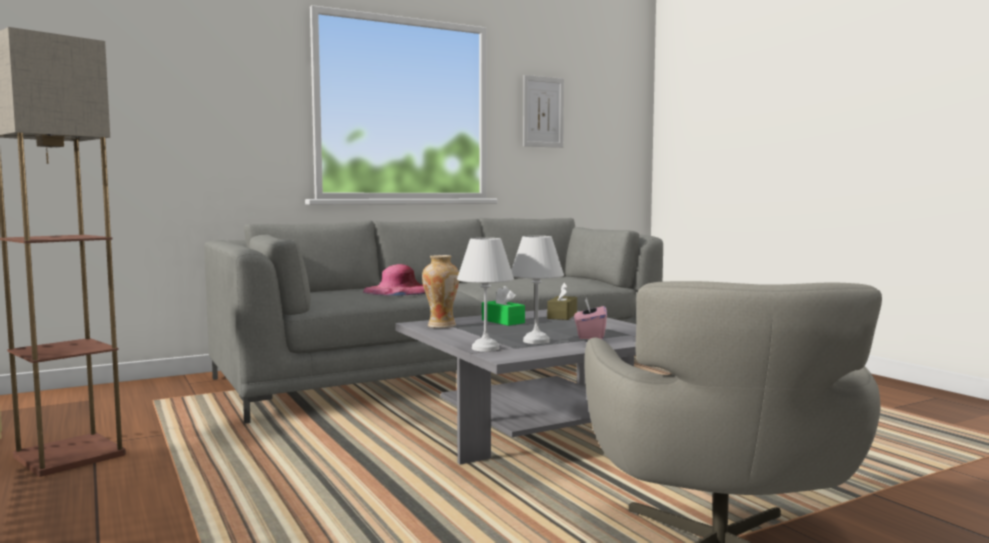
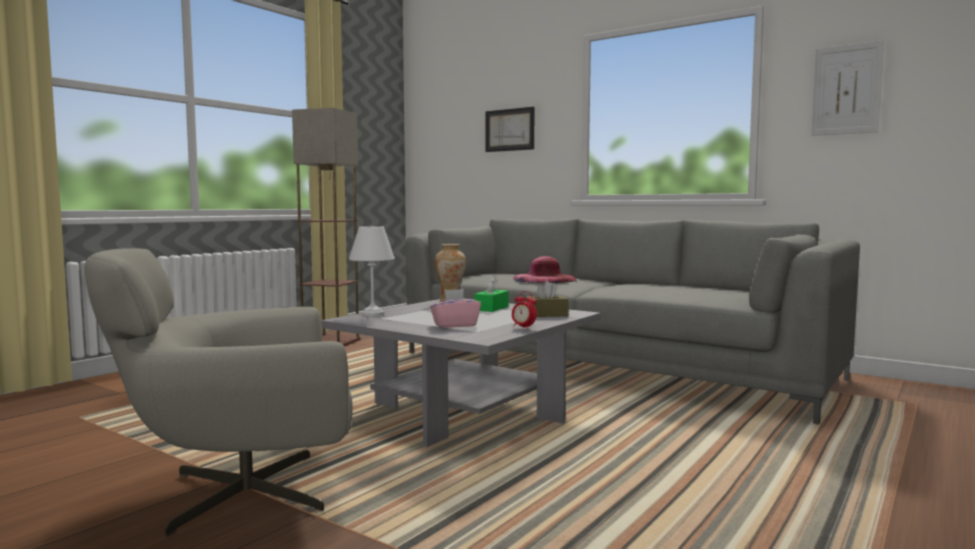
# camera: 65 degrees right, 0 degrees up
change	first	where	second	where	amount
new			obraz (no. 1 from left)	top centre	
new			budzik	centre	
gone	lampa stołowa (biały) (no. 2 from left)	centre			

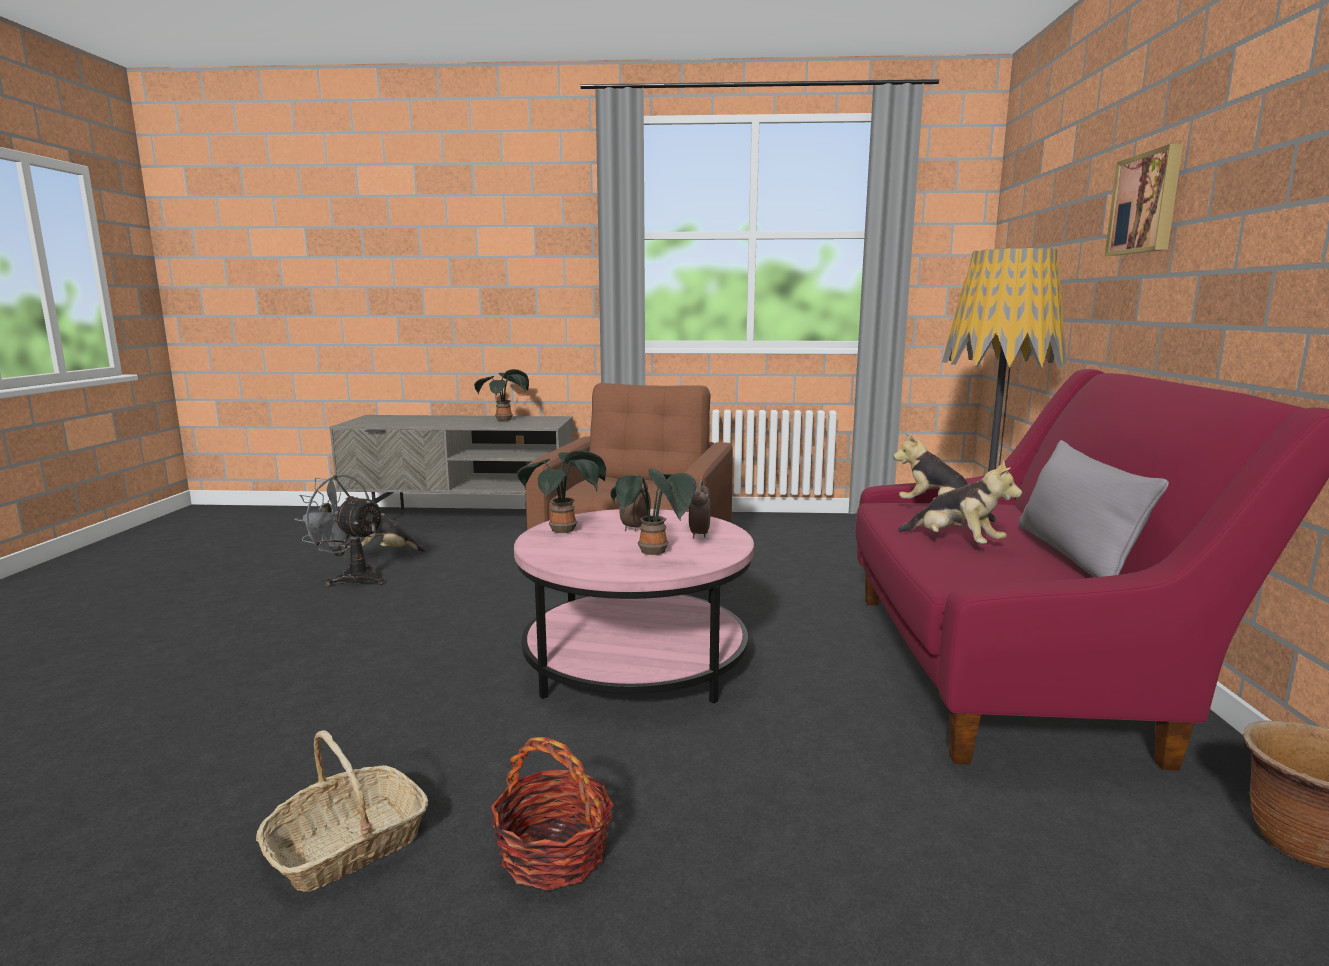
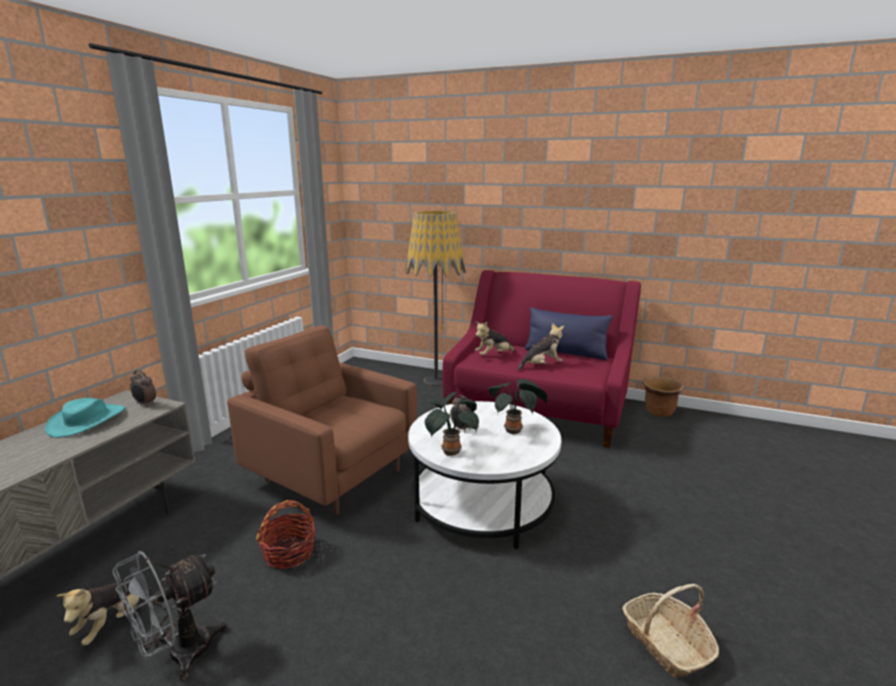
# camera: 70 degrees left, 5 degrees up
change	first	where	second	where	amount
swapped	roślina doniczkowa (no. 1 from left)	centre	kapelusz (turkusowy)	middle left	
shifted	budzik (no. 2 from left in the first image)	centre	budzik (no. 1 from left)	middle left	
shifted	koszyk (no. 2 from left in the first image)	bottom centre	koszyk (no. 1 from left)	bottom left	
repainted	ława (różowy)	centre	ława (biały)	bottom centre	
repainted	poduszka (szary)	middle right	poduszka (niebieski)	centre	
gone	obraz	top right			

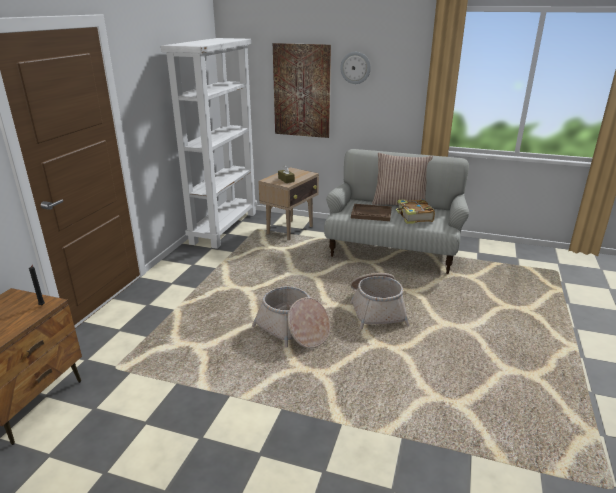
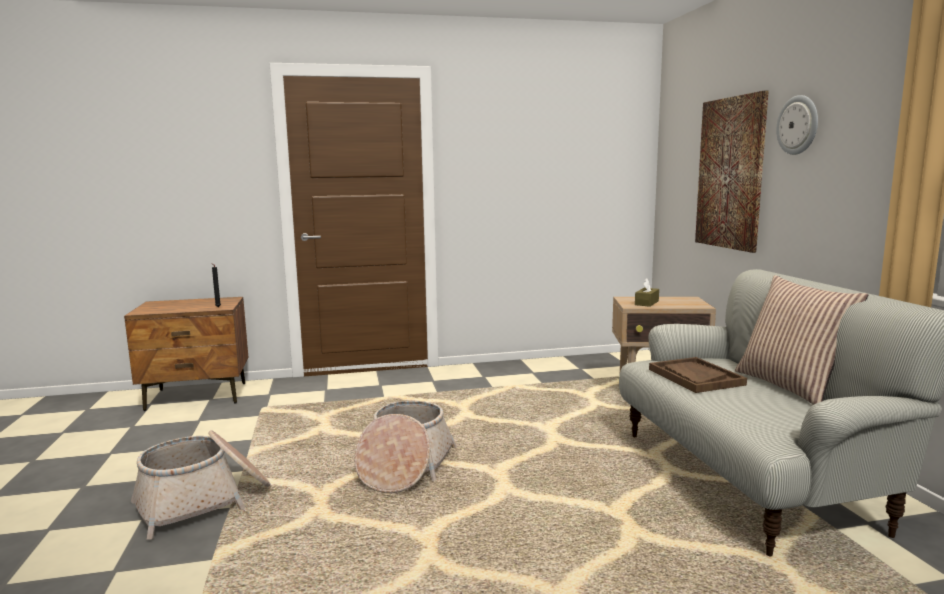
# camera: 60 degrees right, 15 degrees down
change	first	where	second	where	amount
shifted	koszyk (no. 2 from left in the first image)	centre	koszyk (no. 1 from left)	bottom left	
gone	regał (biały)	top centre			
gone	książka	middle right			

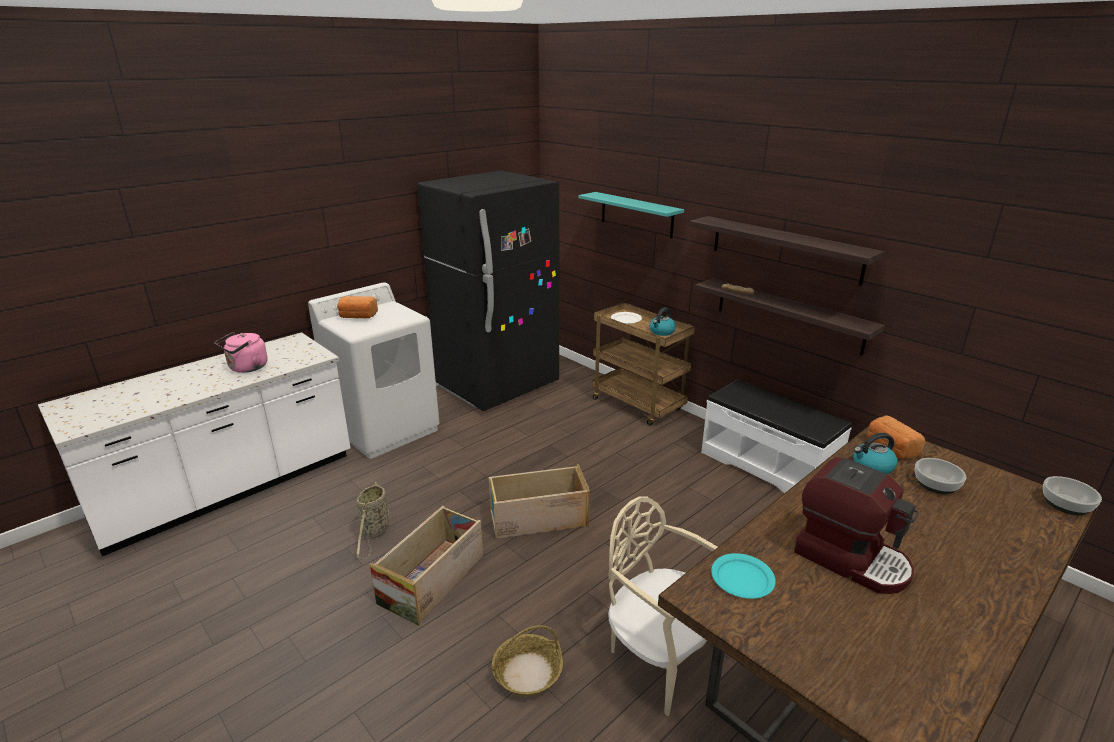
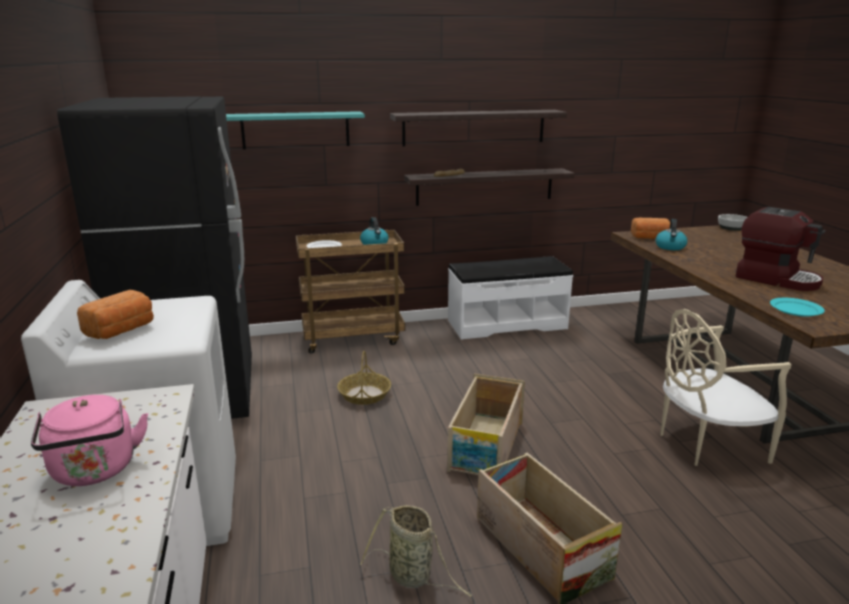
# camera: 60 degrees left, 5 degrees down
change	first	where	second	where	amount
shifted	koszyk (no. 2 from left in the first image)	bottom centre	koszyk (no. 1 from left)	centre	
rotated	ekspres do kawy	bottom right		middle right	60 degrees clockwise
gone	miska (no. 1 from left)	middle right			

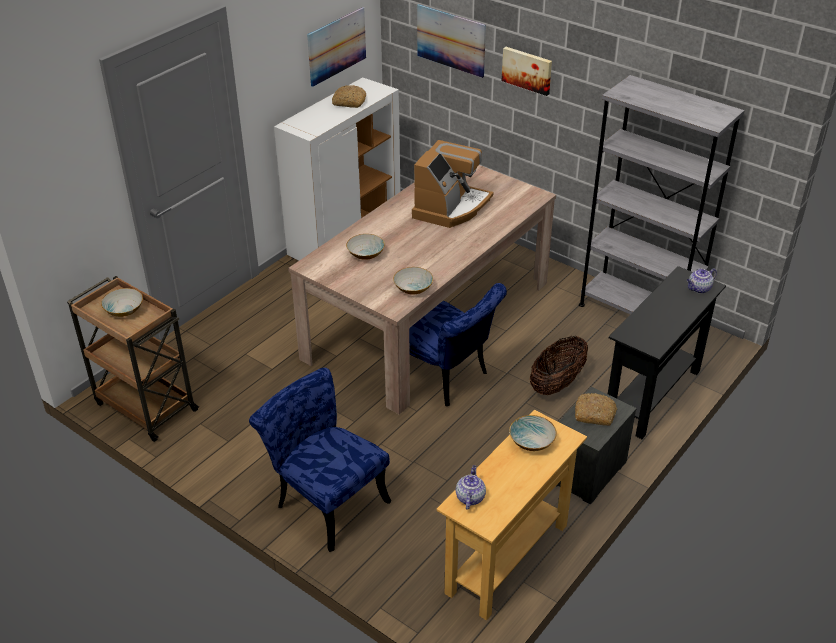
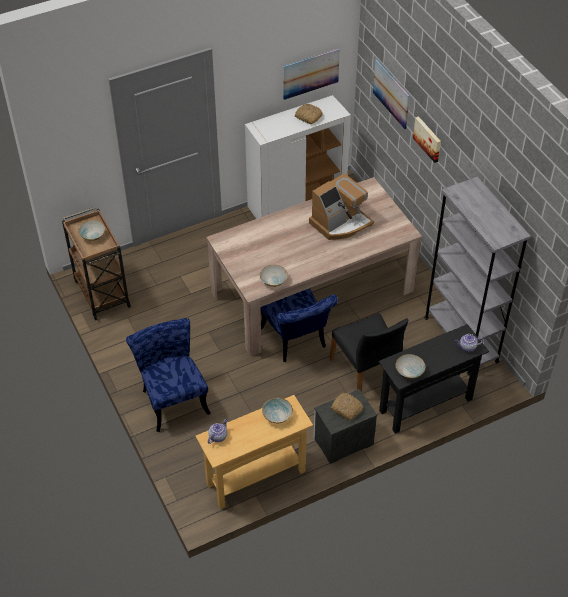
# camera: 25 degrees right, 10 degrees up
change	first	where	second	where	amount
swapped	koszyk	middle right	krzesło (czarny)	centre	
shifted	miska (no. 2 from left in the first image)	centre	miska (no. 4 from left)	middle right	

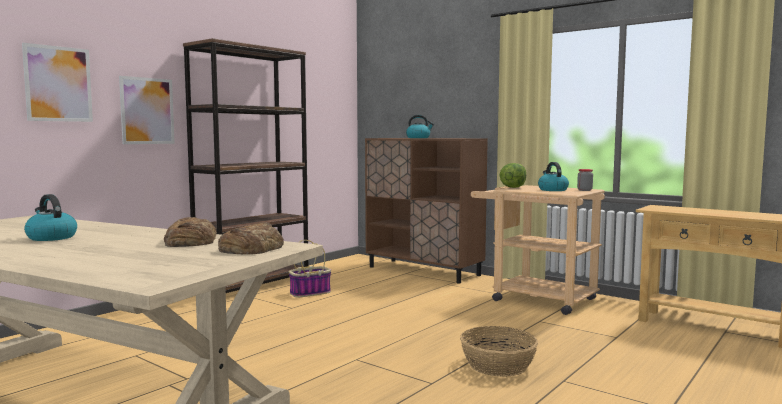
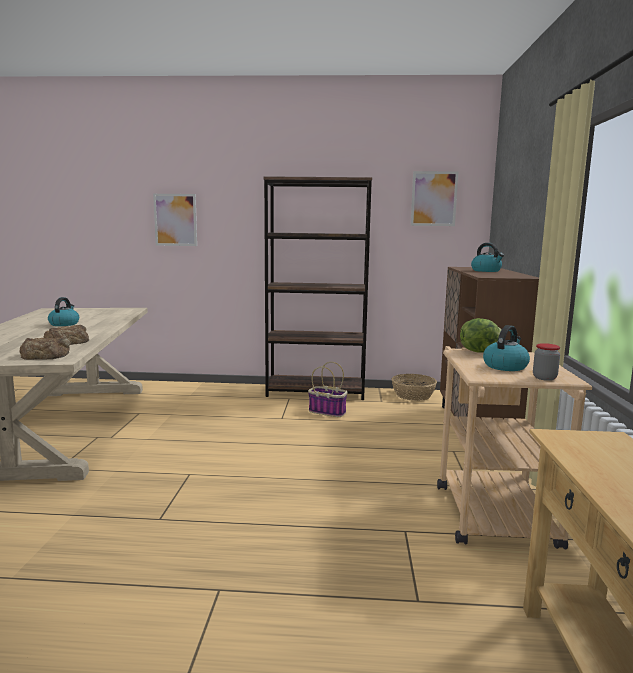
# camera: 55 degrees right, 5 degrees up
change	first	where	second	where	amount
shifted	koszyk (no. 2 from left)	bottom centre		centre	
shifted	obraz (no. 2 from left)	top left		top right	

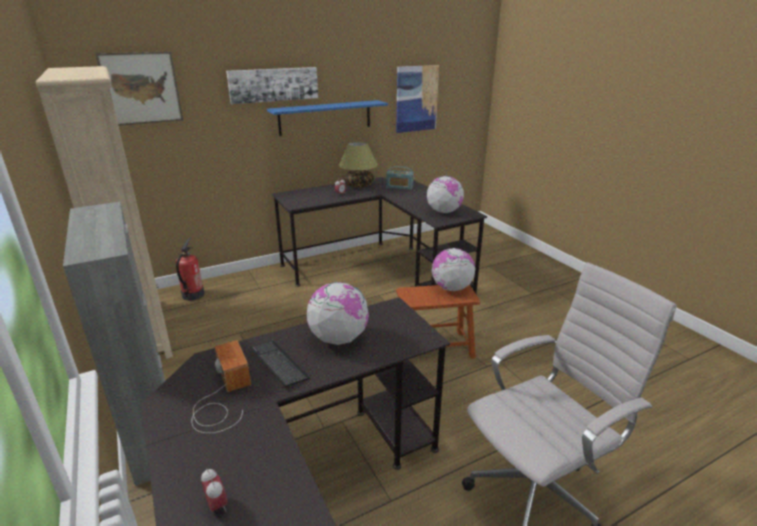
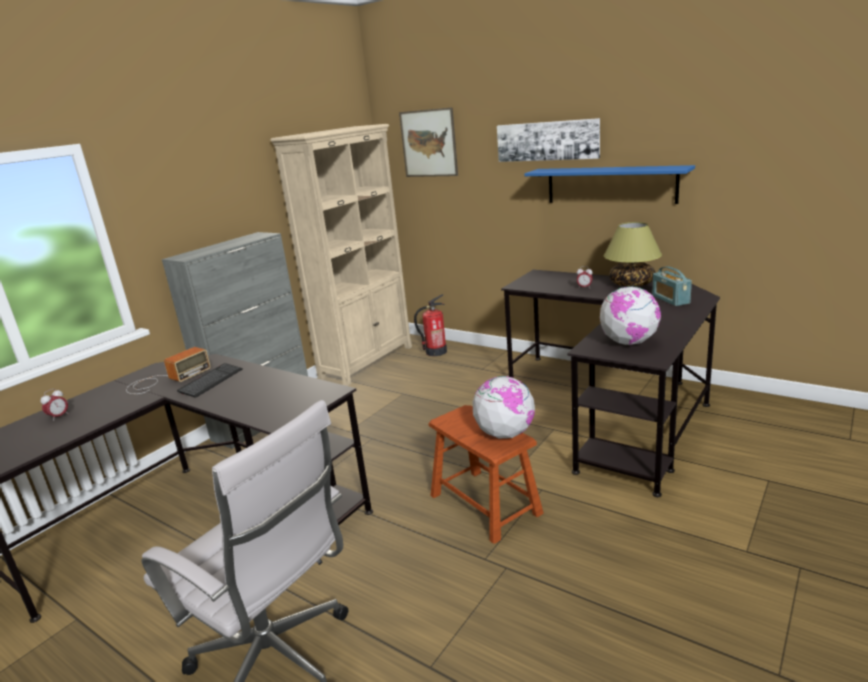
# camera: 65 degrees right, 5 degrees down
change	first	where	second	where	amount
gone	globus (no. 1 from left)	centre			
gone	obraz (no. 3 from left)	top centre			

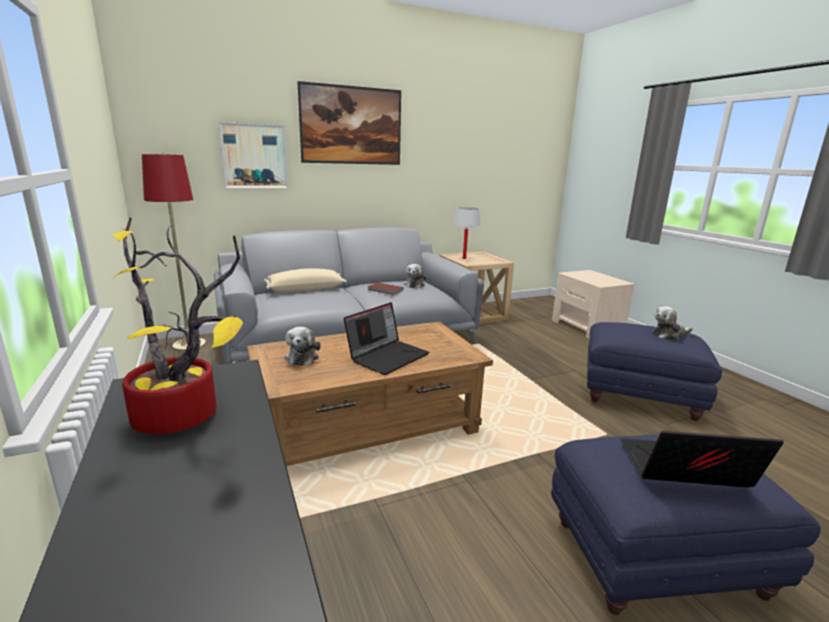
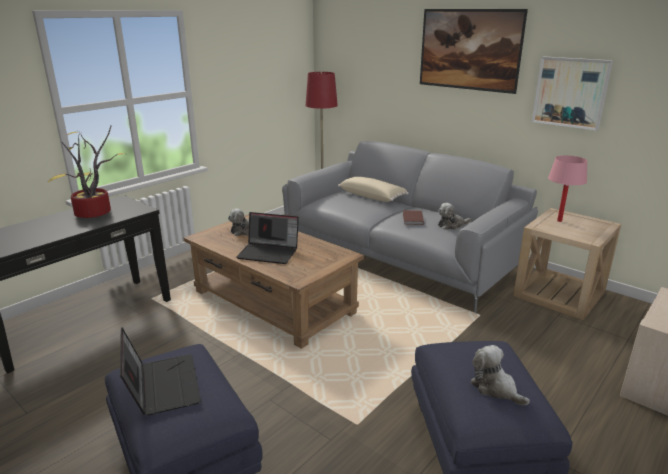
# camera: 65 degrees right, 5 degrees up
change	first	where	second	where	amount
shifted	obraz (no. 1 from left in the first image)	top left	obraz (no. 2 from left)	top right	
repainted	lampa stołowa (biały)	centre	lampa stołowa (różowy)	middle right	

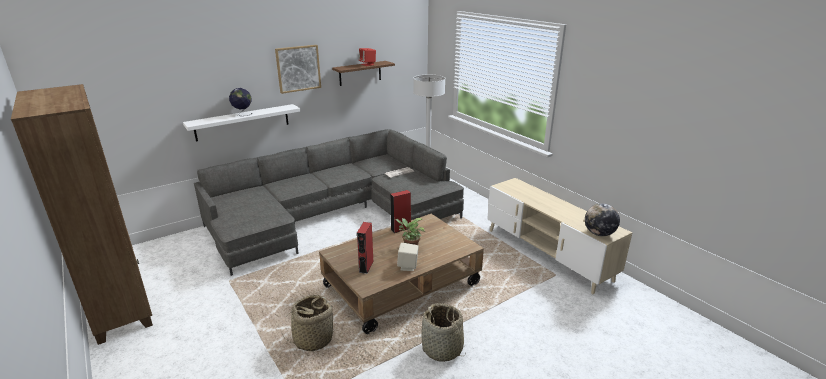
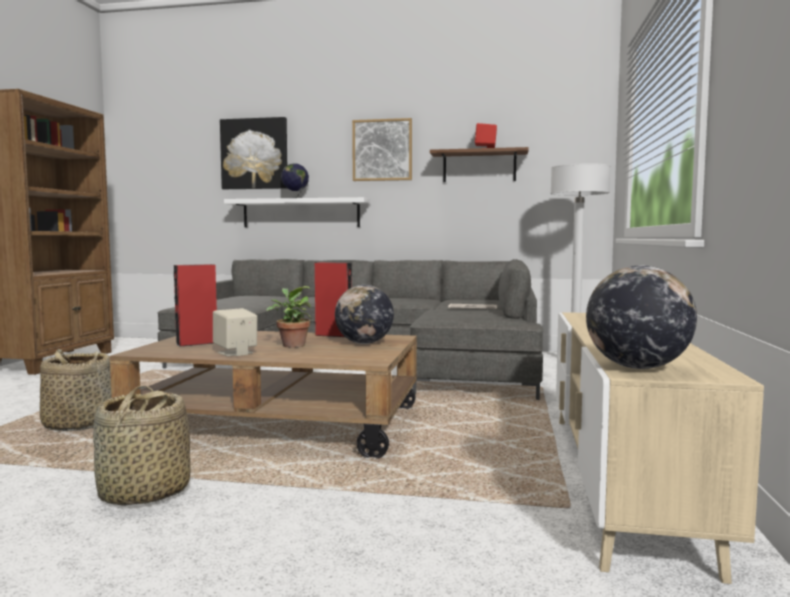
# camera: 45 degrees right, 20 degrees down
change	first	where	second	where	amount
new			obraz (no. 1 from left)	top left	
new			globus (no. 2 from left)	centre	

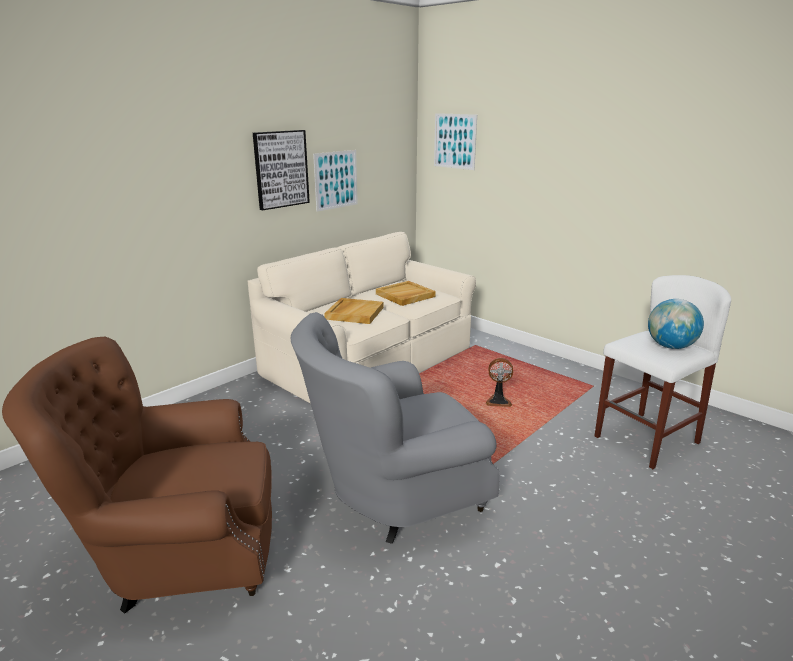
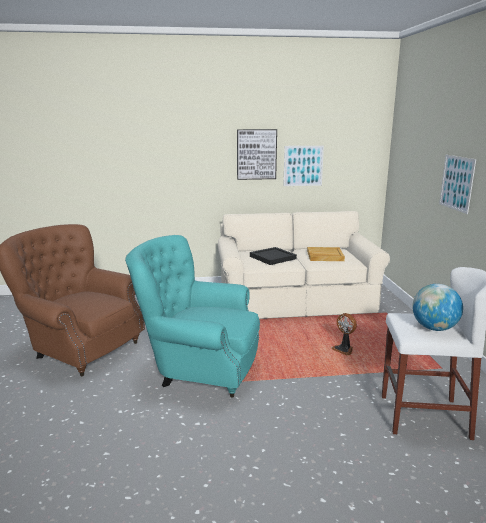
# camera: 40 degrees right, 5 degrees down
change	first	where	second	where	amount
repainted	fotel (szary)	centre	fotel (turkusowy)	centre	
repainted	taca (beżowy) (no. 1 from left)	centre	taca (czarny)	centre	
shifted	obraz (no. 3 from left)	top centre		middle right	

